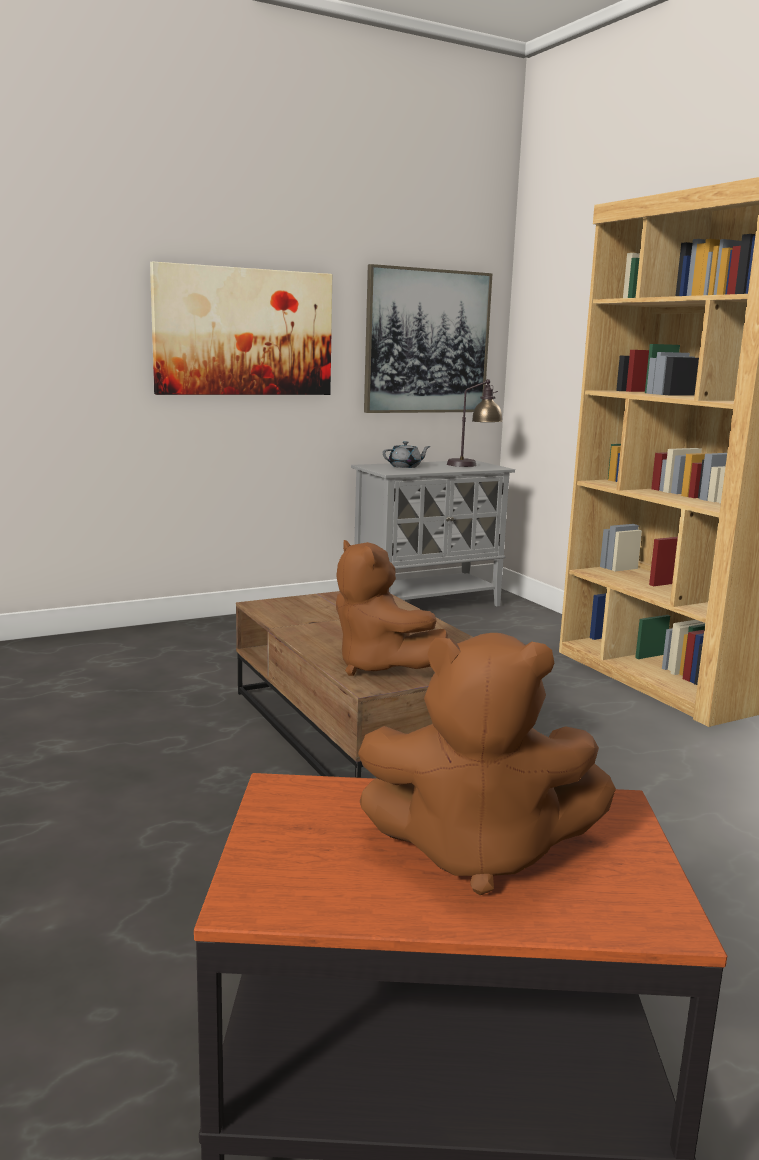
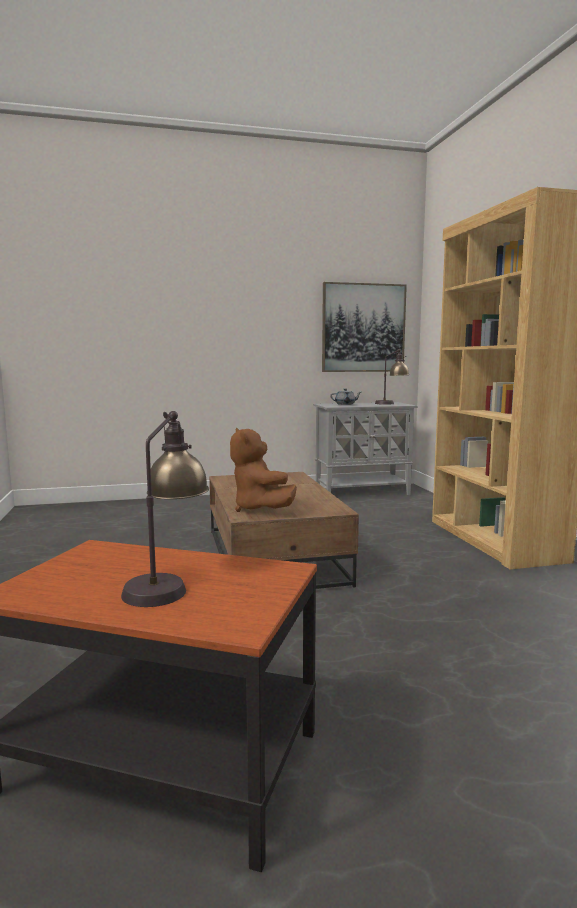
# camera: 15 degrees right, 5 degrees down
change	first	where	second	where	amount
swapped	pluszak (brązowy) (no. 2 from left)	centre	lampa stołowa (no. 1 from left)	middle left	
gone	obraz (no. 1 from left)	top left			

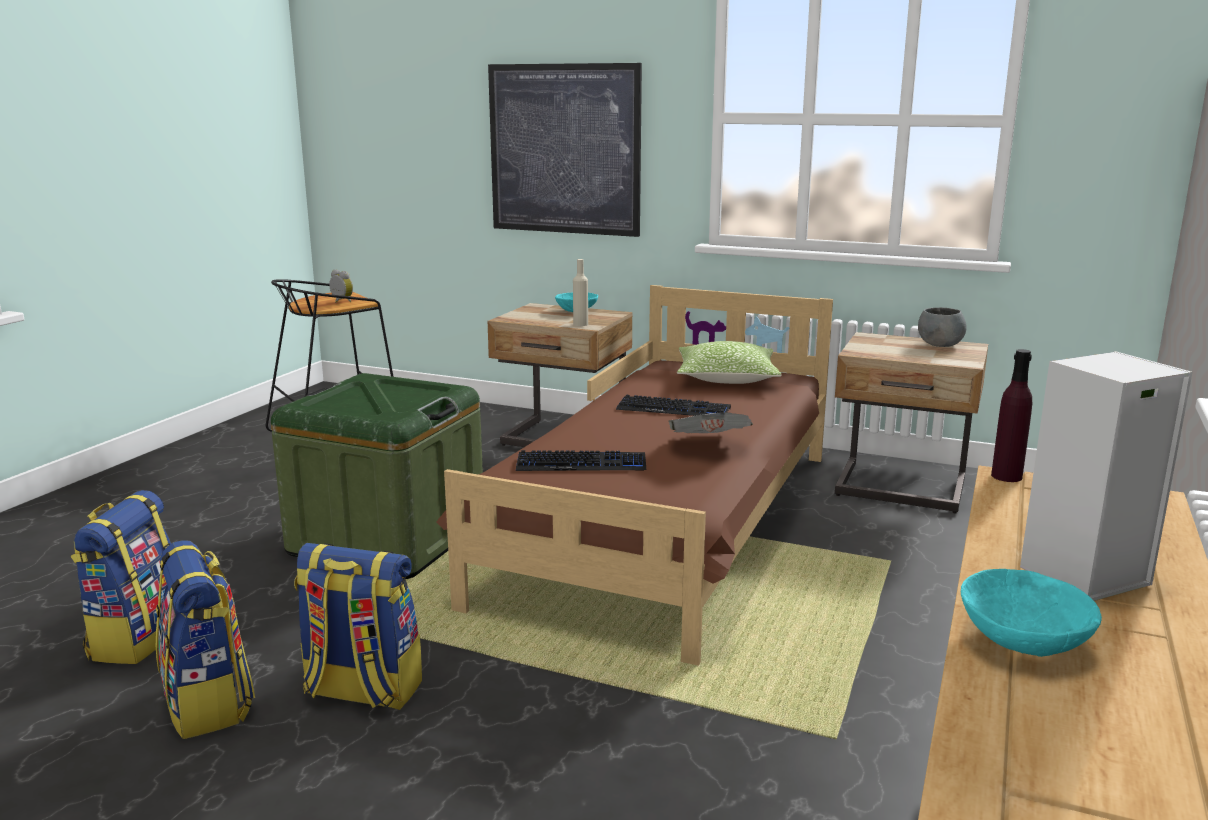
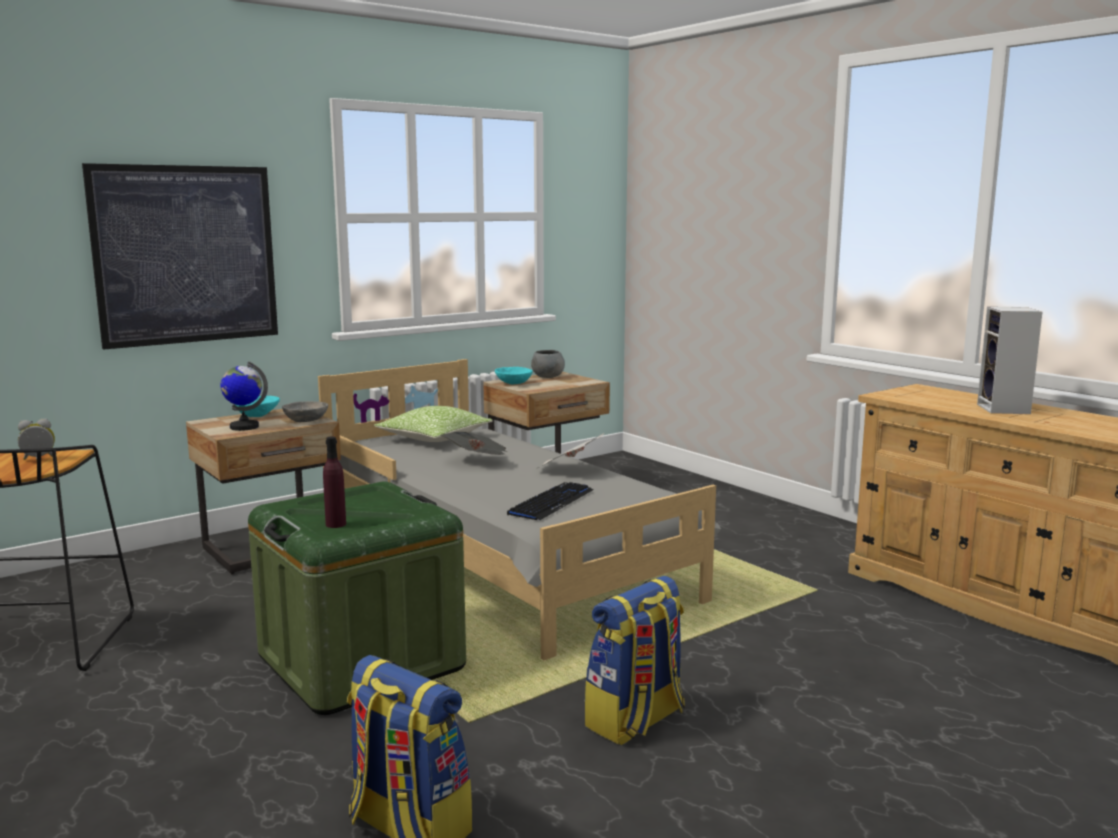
# camera: 60 degrees left, 5 degrees down
change	first	where	second	where	amount
new			globus	middle left	
swapped	butelka (beżowy)	centre	miska (szary) (no. 1 from left)	middle left	
repainted	łóżko (brązowy)	centre	łóżko (szary)	centre	
shifted	butelka (fioletowy)	middle right		middle left	
swapped	klawiatura (no. 2 from left)	centre	gazeta (no. 1 from left)	centre	
shifted	miska (turkusowy) (no. 2 from left)	bottom right		centre	
gone	plecak (no. 2 from left)	bottom left			

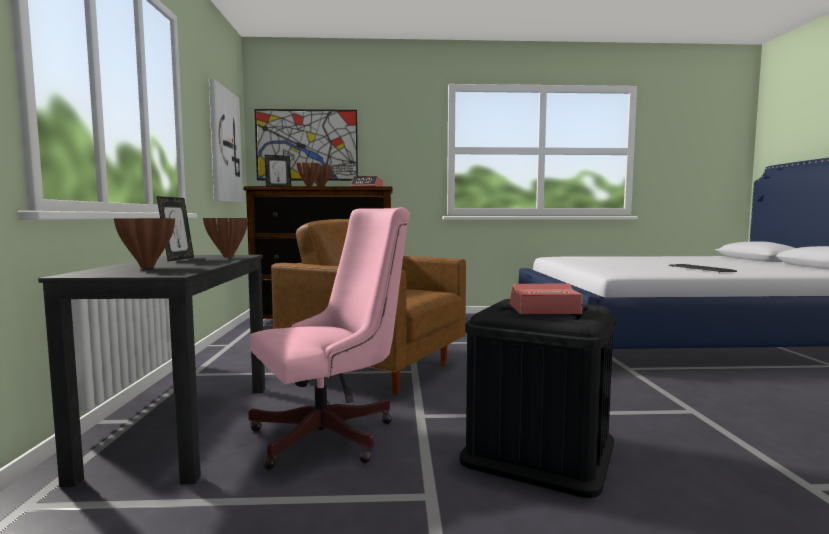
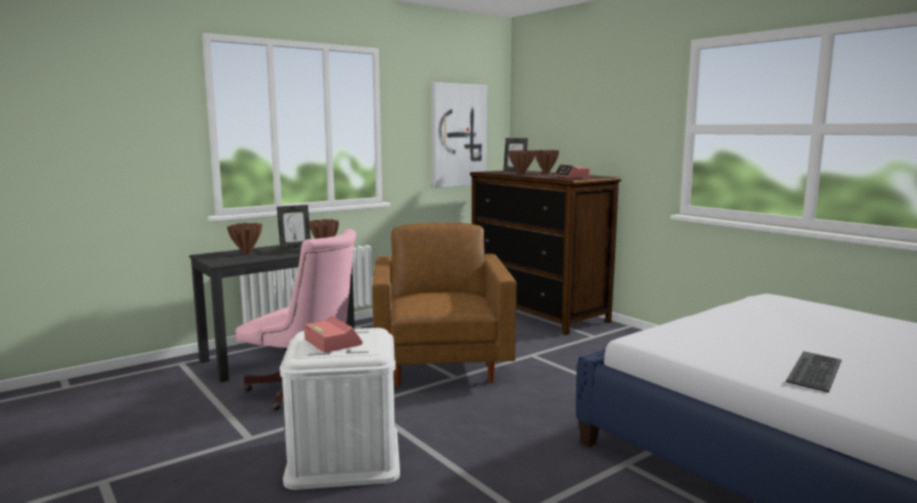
# camera: 55 degrees right, 5 degrees up
change	first	where	second	where	amount
repainted	pojemnik do przechowywania (czarny)	bottom centre	pojemnik do przechowywania (biały)	bottom centre	
gone	obraz (no. 2 from left)	top centre			

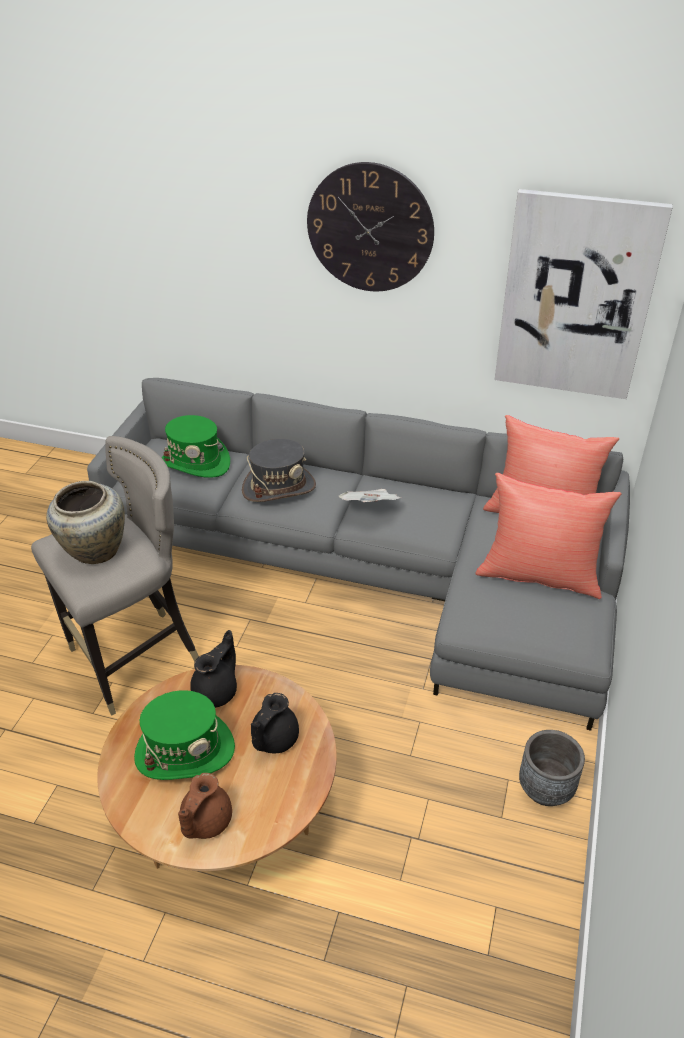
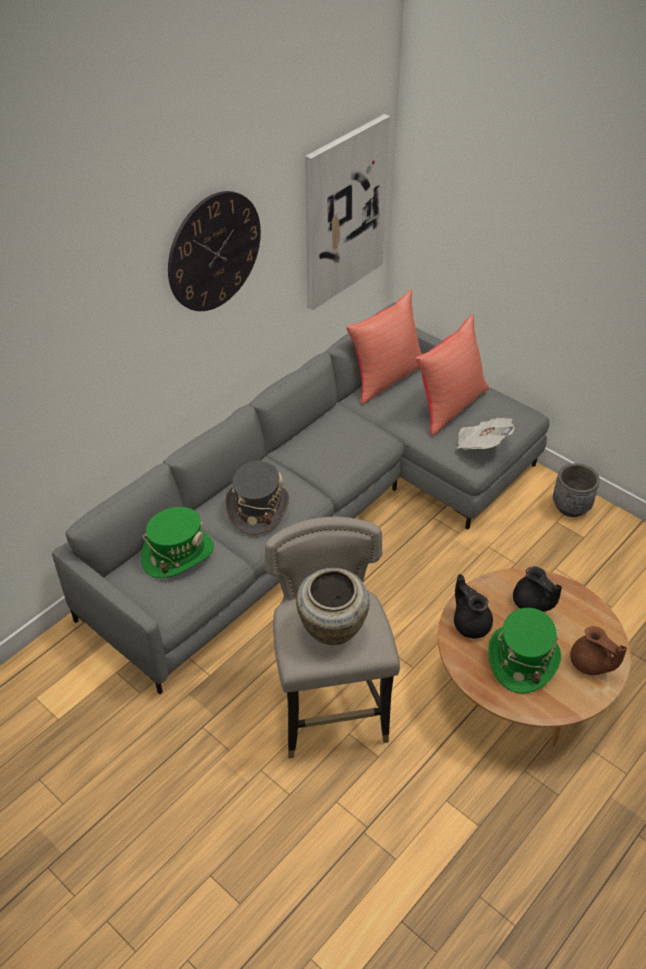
# camera: 65 degrees left, 5 degrees up
change	first	where	second	where	amount
shifted	gazeta	centre		middle right	

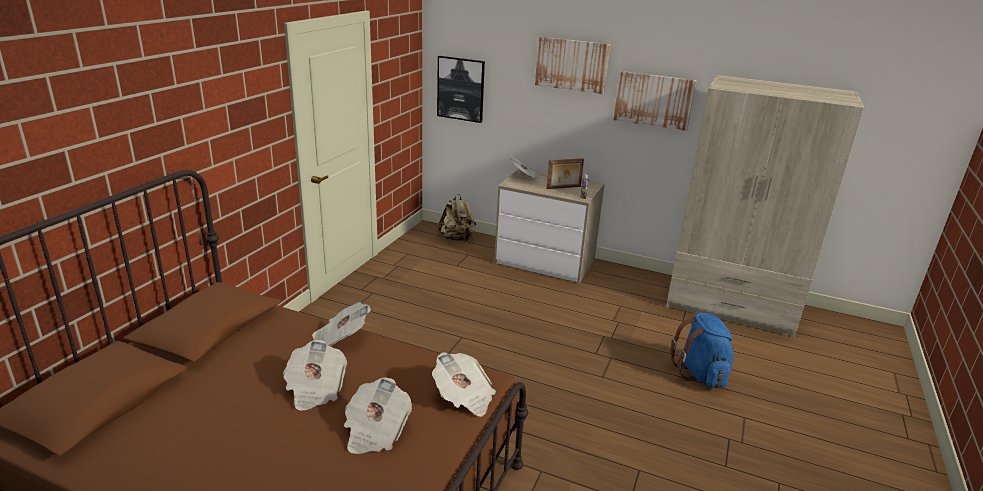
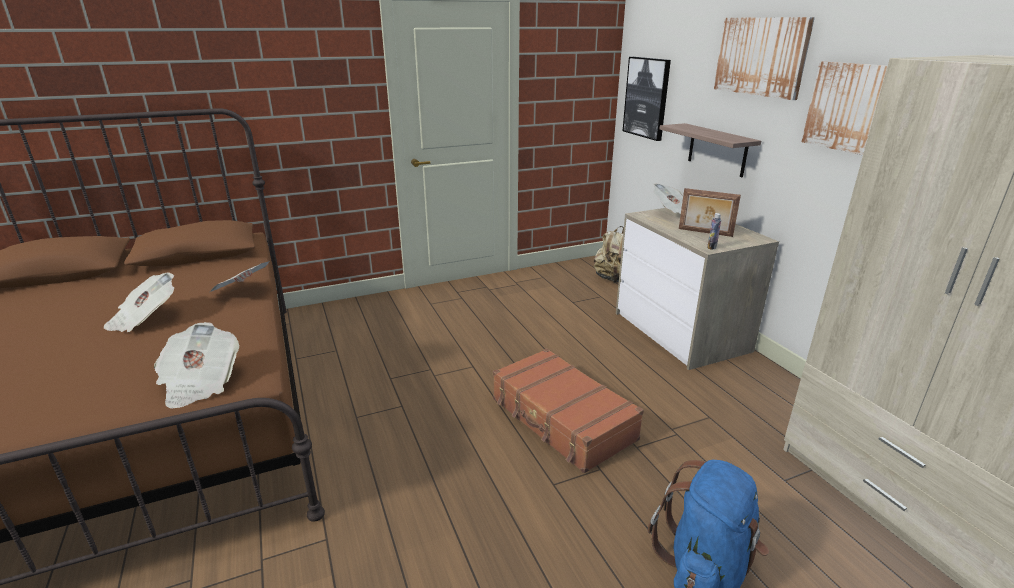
# camera: 45 degrees right, 0 degrees up
change	first	where	second	where	amount
new			walizka (brązowy)	bottom centre	
new			półka	top right	
gone	gazeta (no. 3 from left)	bottom centre			

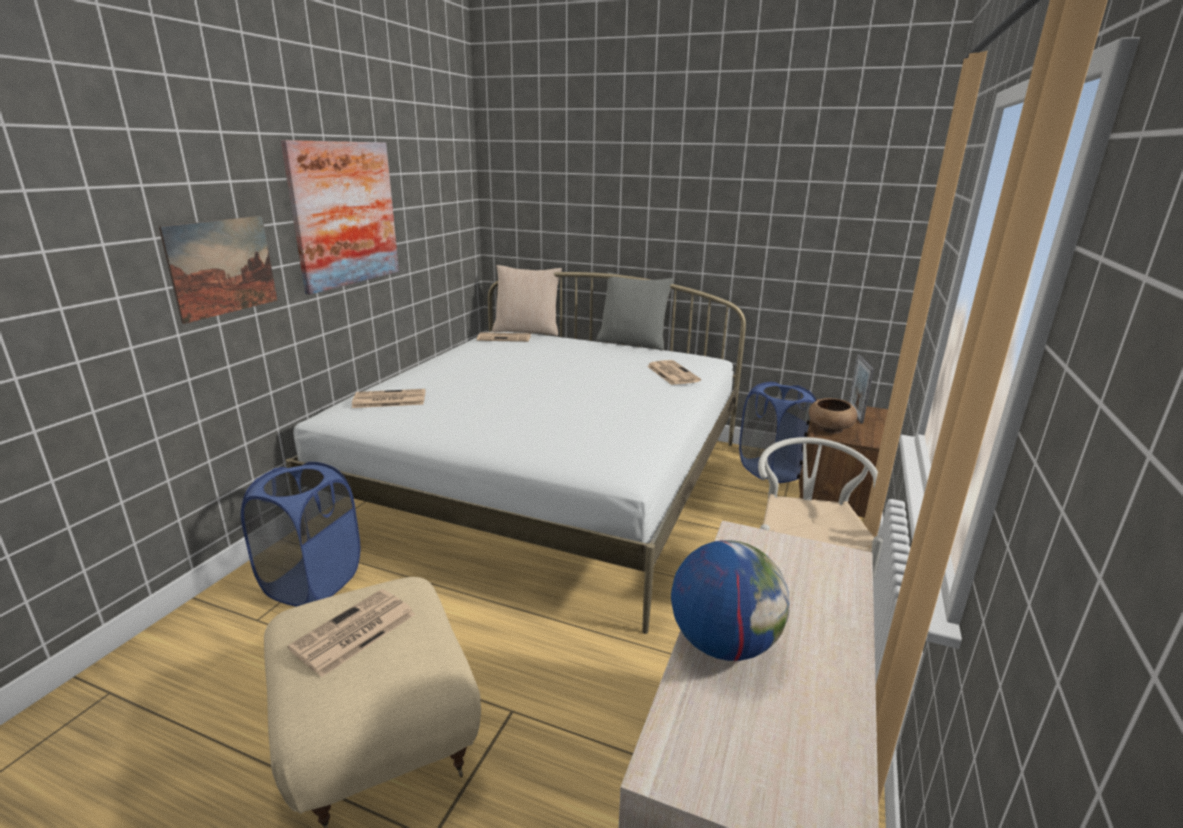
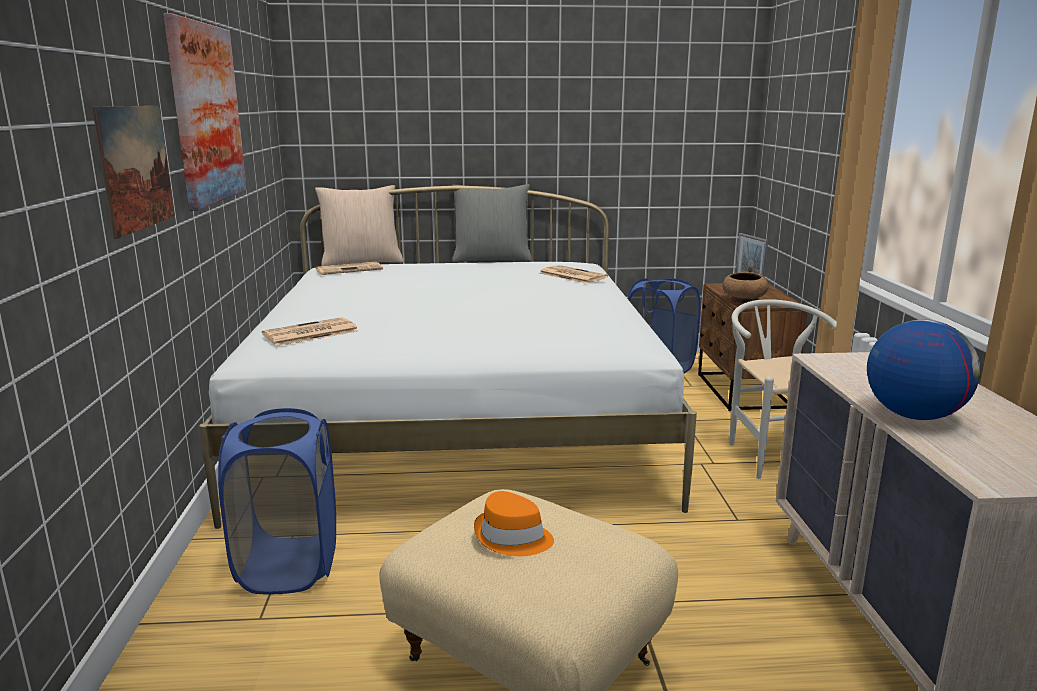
# camera: 25 degrees left, 5 degrees down
change	first	where	second	where	amount
swapped	gazeta (no. 1 from left)	bottom left	kapelusz (pomarańczowy)	bottom centre	

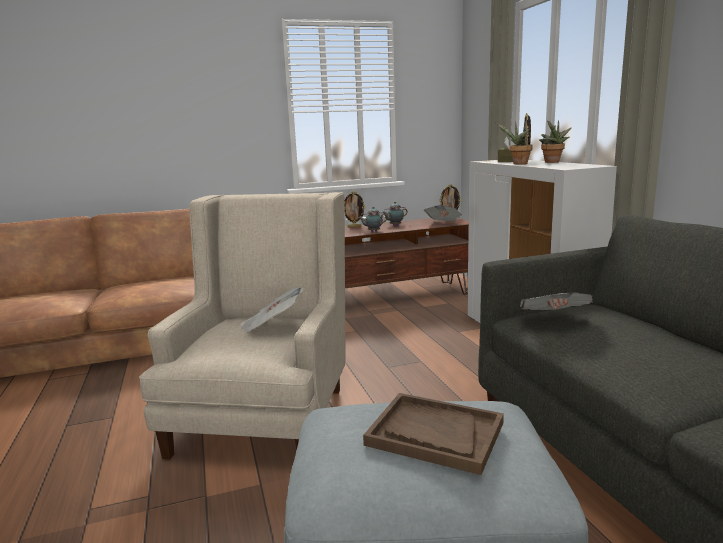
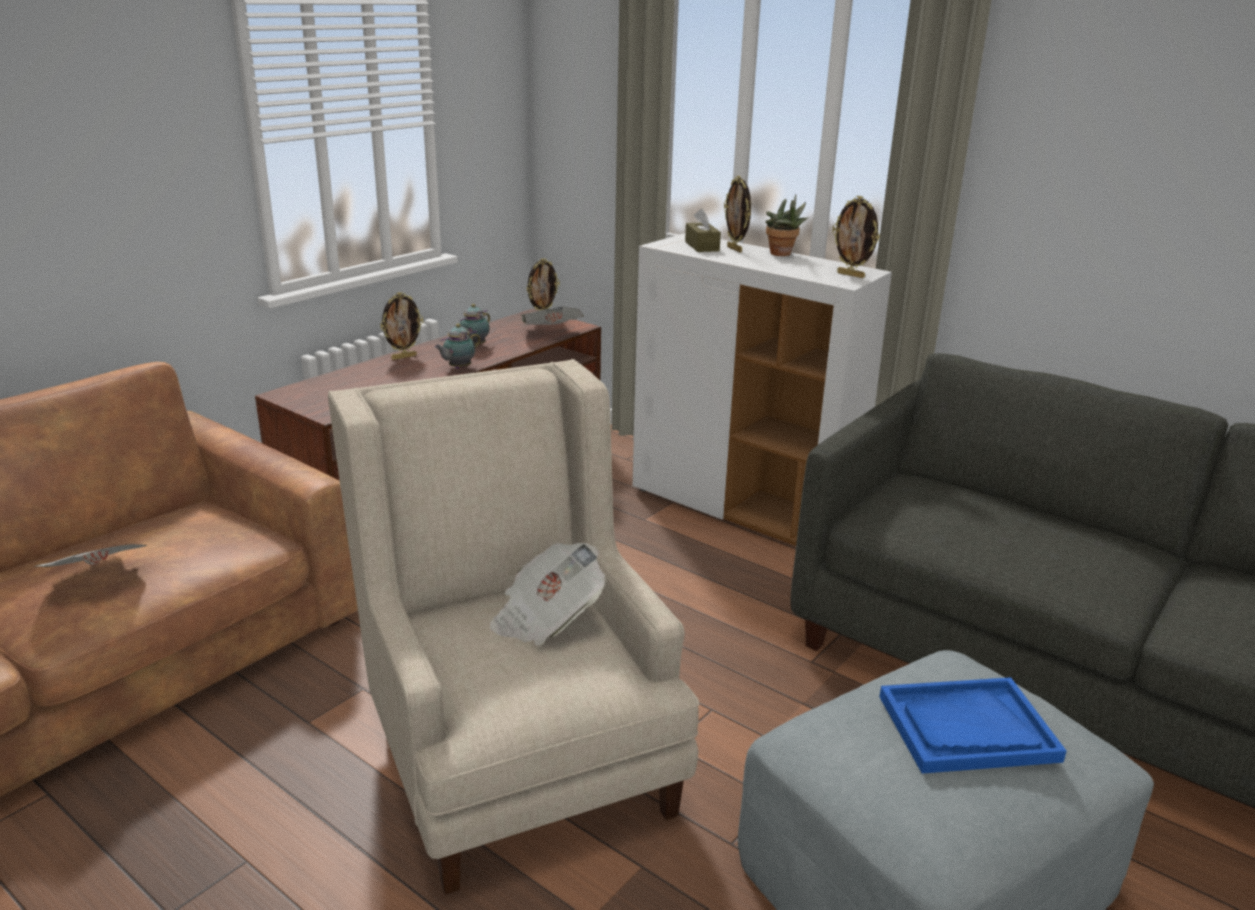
# camera: 35 degrees left, 10 degrees up
change	first	where	second	where	amount
shifted	gazeta (no. 3 from left in the first image)	middle right	gazeta (no. 1 from left)	middle left	
new			ramka na zdjęcie (no. 4 from left)	top right	
repainted	taca (brązowy)	bottom centre	taca (niebieski)	bottom right	
gone	roślina doniczkowa (no. 1 from left)	top right			

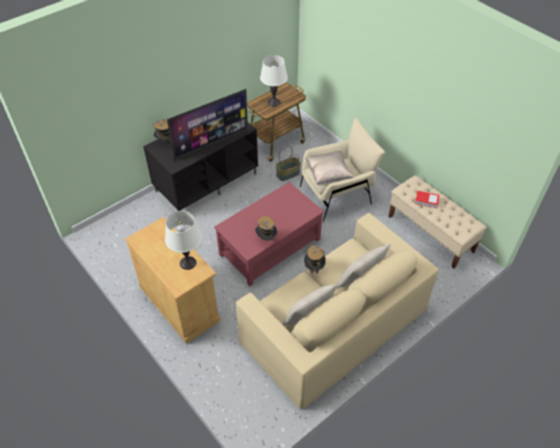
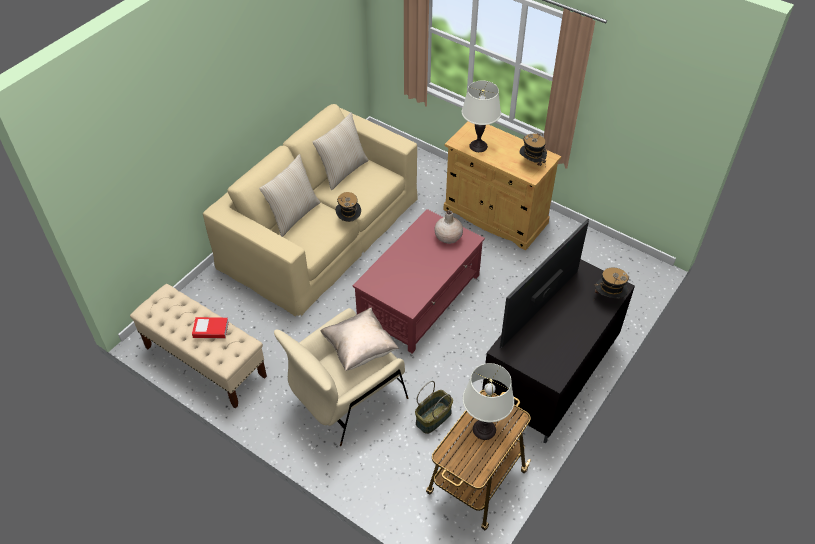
# camera: 165 degrees right, 0 degrees up
change	first	where	second	where	amount
new			wazon (beżowy)	centre	
shifted	kapelusz (no. 2 from left)	centre		top centre	

